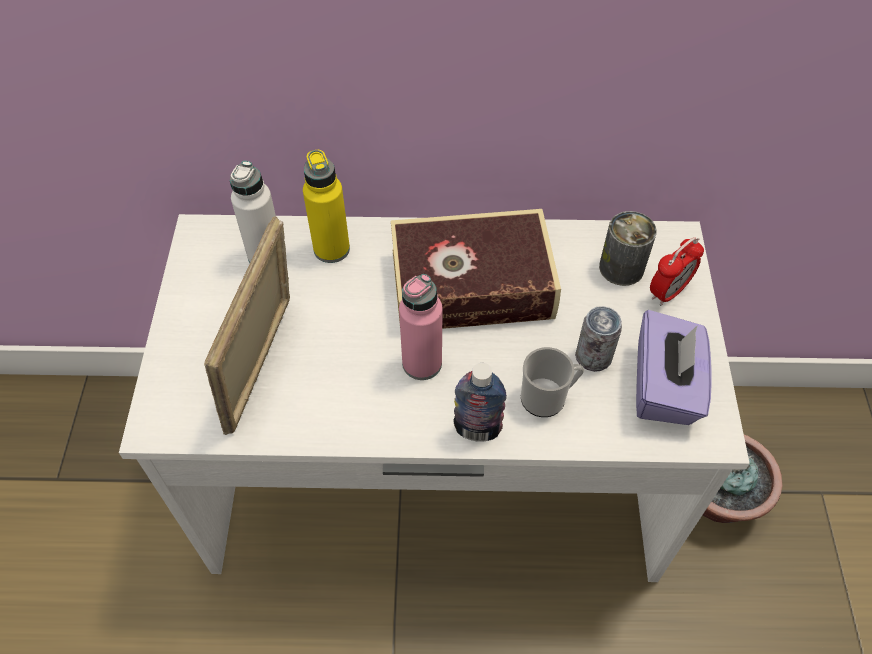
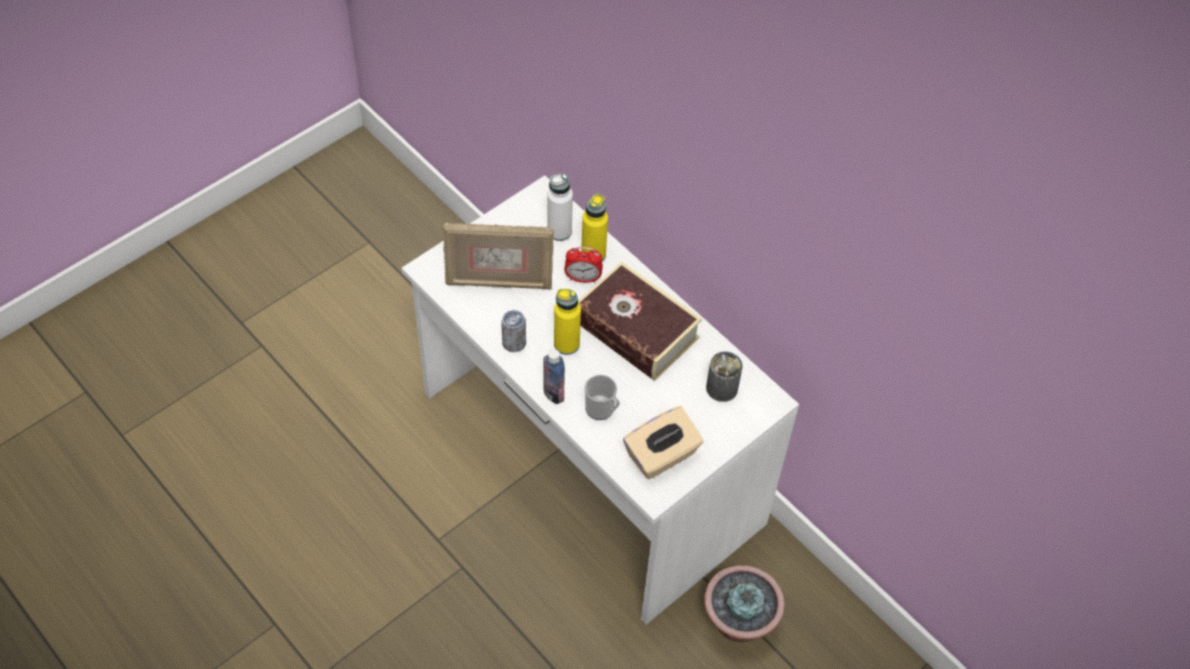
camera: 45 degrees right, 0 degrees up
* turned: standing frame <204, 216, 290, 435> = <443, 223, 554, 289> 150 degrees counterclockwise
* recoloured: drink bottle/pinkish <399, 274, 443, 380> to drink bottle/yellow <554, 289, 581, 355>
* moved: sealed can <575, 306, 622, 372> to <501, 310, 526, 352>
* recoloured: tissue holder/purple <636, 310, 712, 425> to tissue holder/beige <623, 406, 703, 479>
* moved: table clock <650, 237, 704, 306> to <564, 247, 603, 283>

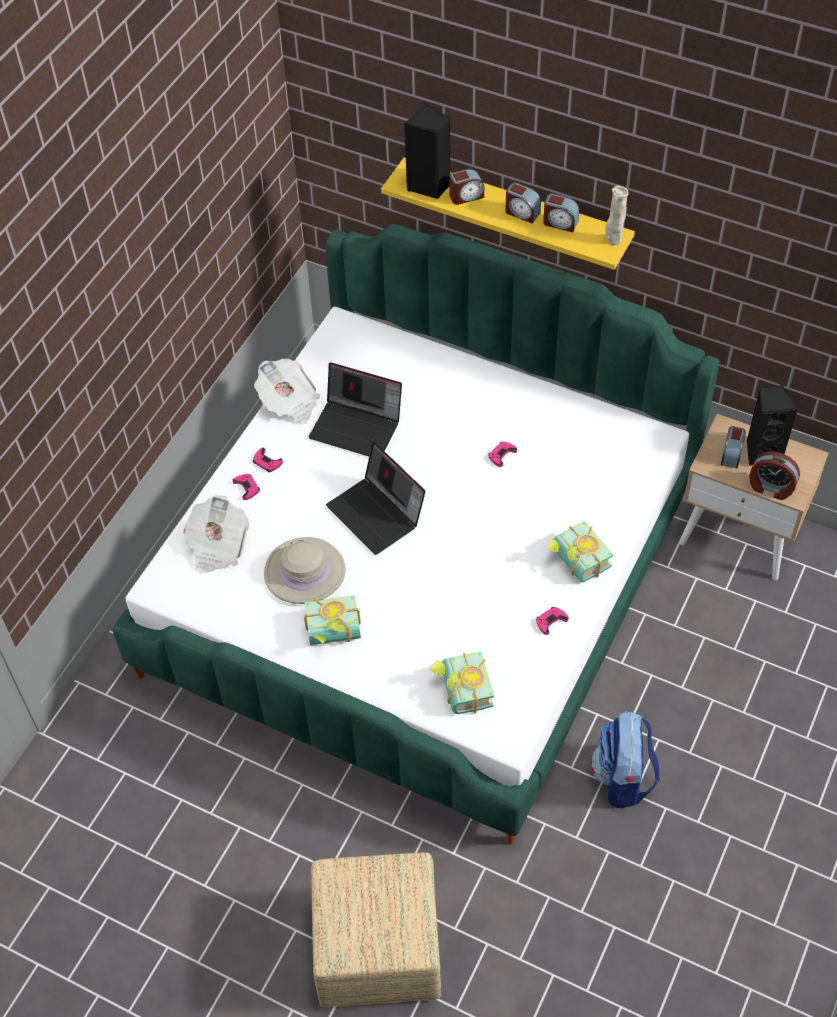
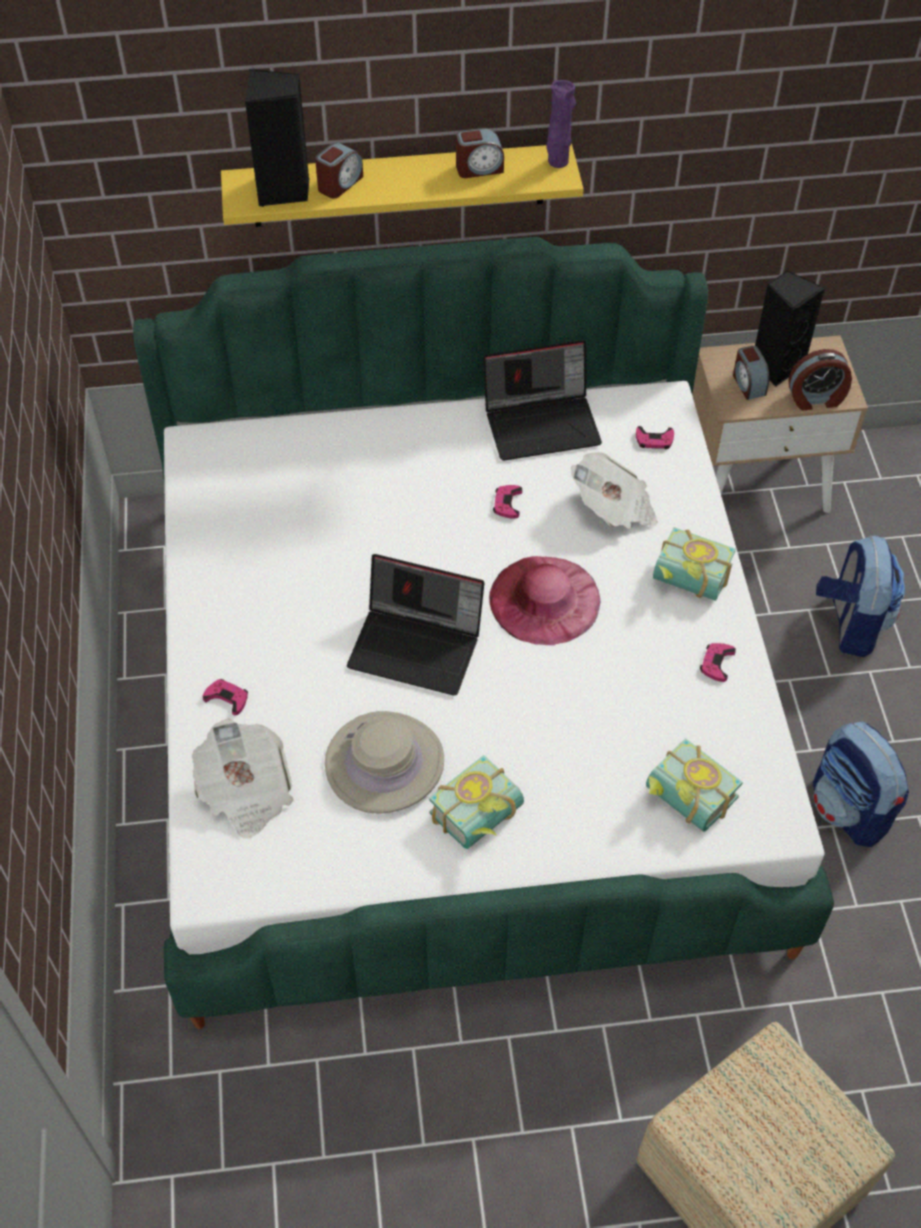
camera: 35 degrees left, 0 degrees up
* moved: gamepad/pinkish <253, 448, 283, 472> to <636, 426, 674, 449>
* moved: printed paper <254, 359, 321, 424> to <571, 452, 658, 529>
* moved: portable computer <309, 362, 402, 456> to <483, 340, 602, 461>
* removed: table clock <505, 182, 541, 224>
* recoloured: flower vase/beige <605, 186, 629, 245> to flower vase/purple <546, 80, 576, 168>
* added: clothing hat/pinkish <489, 556, 600, 645>
* added: rucksack <816, 535, 905, 658>

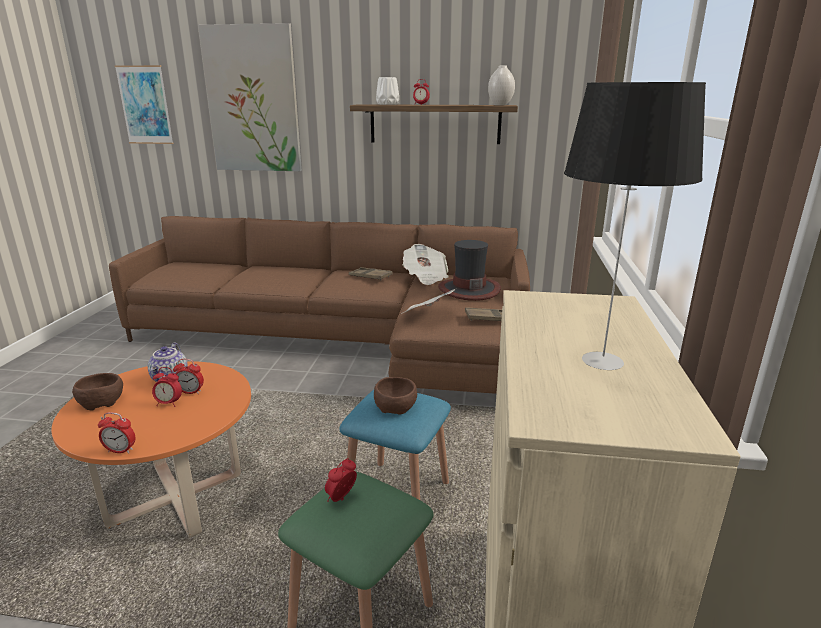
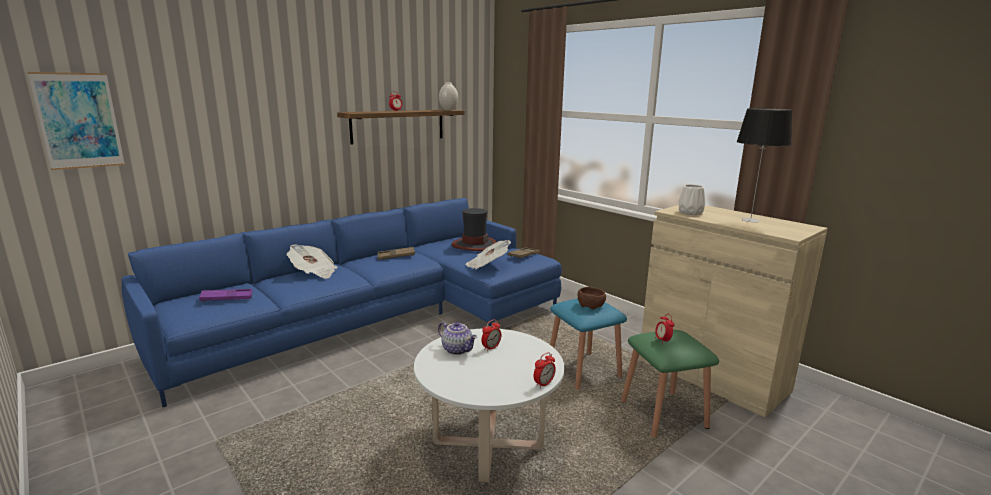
camera: 50 degrees left, 5 degrees down
* recoloured: lounge table/orangey <51, 361, 251, 538> to lounge table/white <414, 329, 564, 483>
* removed: deep dish/brown-coloured <72, 373, 123, 411>
* recoloured: sofa/brown-coloured <109, 216, 530, 394> to sofa/bluish <121, 198, 562, 407>
* removed: table clock <152, 367, 182, 407>
* removed: wall picture <198, 23, 302, 171>
* moved: flower vase/white <376, 77, 399, 105> to <678, 184, 705, 215>
* moved: printed paper <403, 244, 449, 285> to <287, 244, 337, 279>
* added: carrying tray/purple <199, 289, 252, 302>

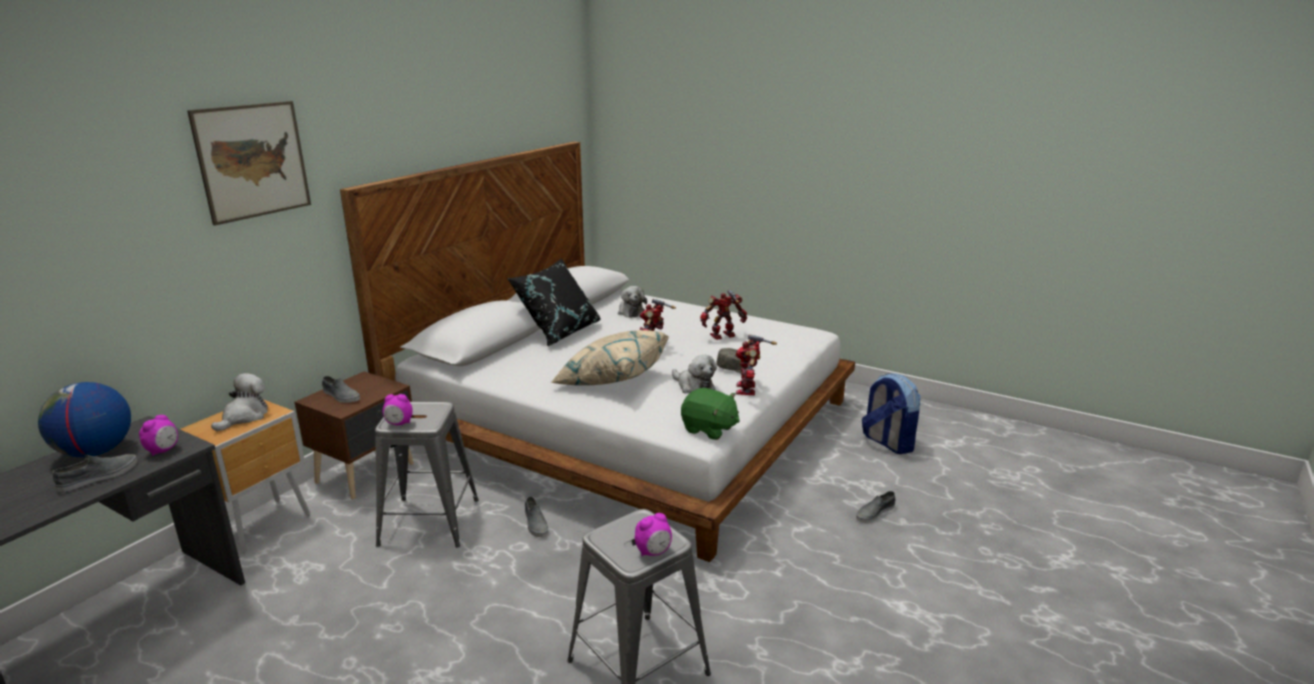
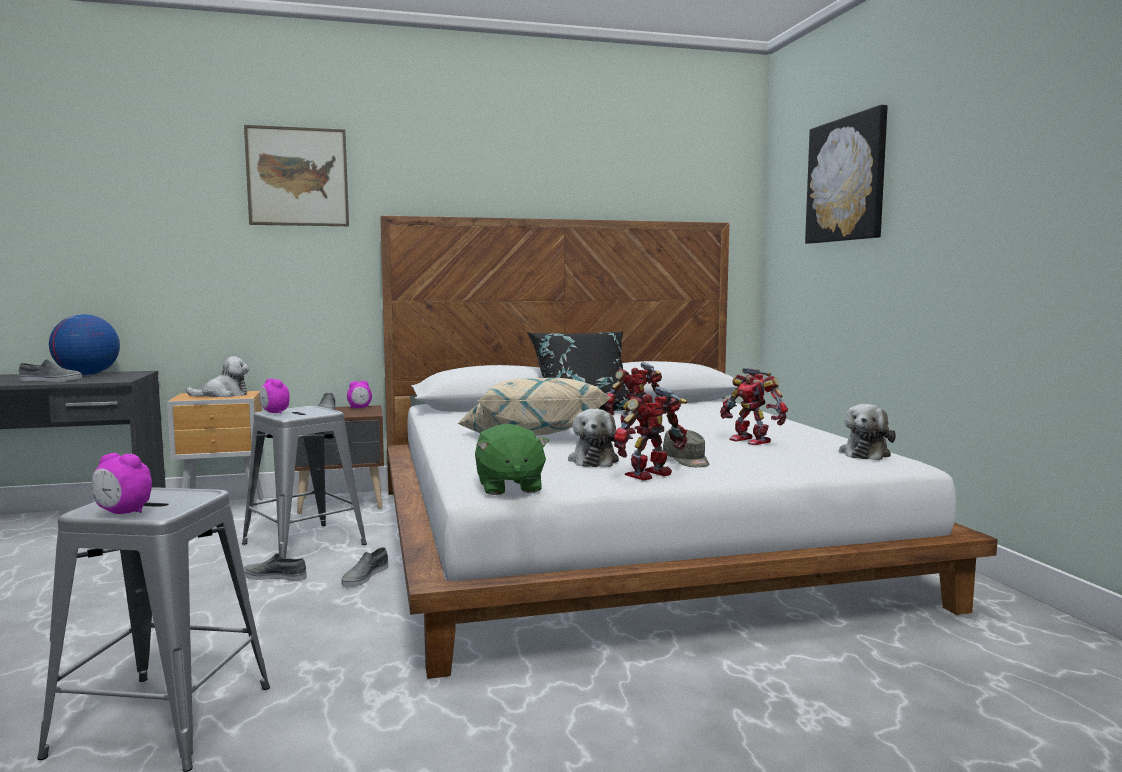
camera: 45 degrees right, 15 degrees down
* moved: table clock <139, 415, 178, 456> to <347, 381, 372, 408>
* moved: plush toy <618, 286, 647, 318> to <839, 404, 896, 460>
* turned: robot figure <700, 290, 747, 340> = <720, 368, 788, 445> 150 degrees counterclockwise
* moved: shoe/greyish <856, 491, 895, 523> to <243, 553, 306, 581>
* removed: rucksack <862, 373, 921, 454>
* added: wall picture <805, 105, 888, 244>

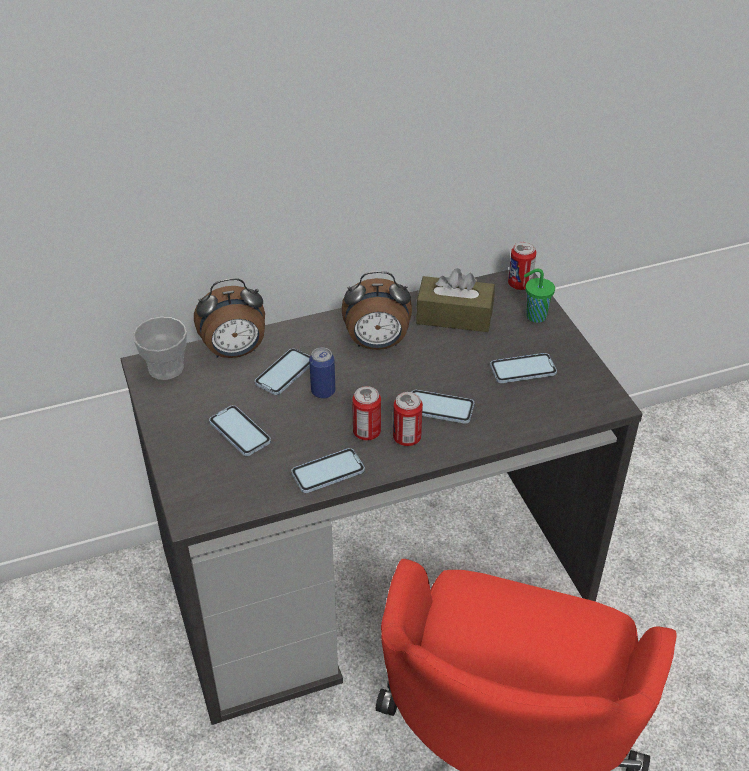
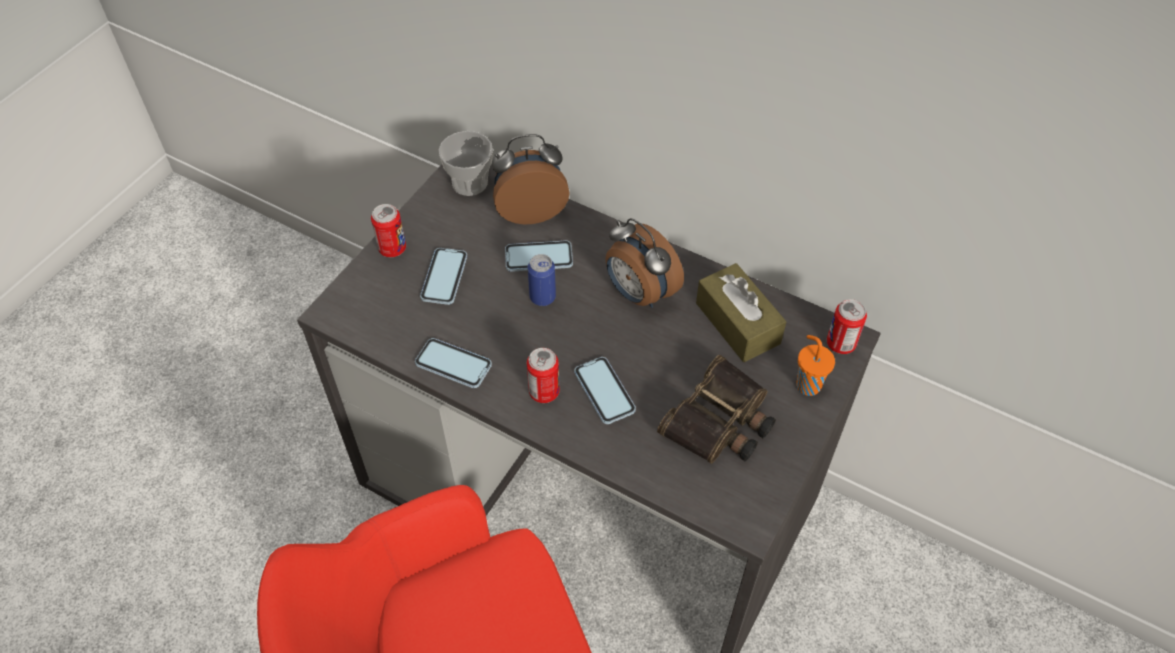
camera: 50 degrees right, 10 degrees up
* turned: table clock <194, 278, 265, 358> = <492, 134, 570, 225> 135 degrees clockwise
* moved: sealed can <352, 386, 381, 441> to <371, 204, 406, 257>
* replaced: phone <490, 353, 557, 383> to binoculars <657, 355, 776, 464>
* recoloured: cup/green-coloured <524, 269, 555, 323> to cup/orangey <796, 335, 835, 396>

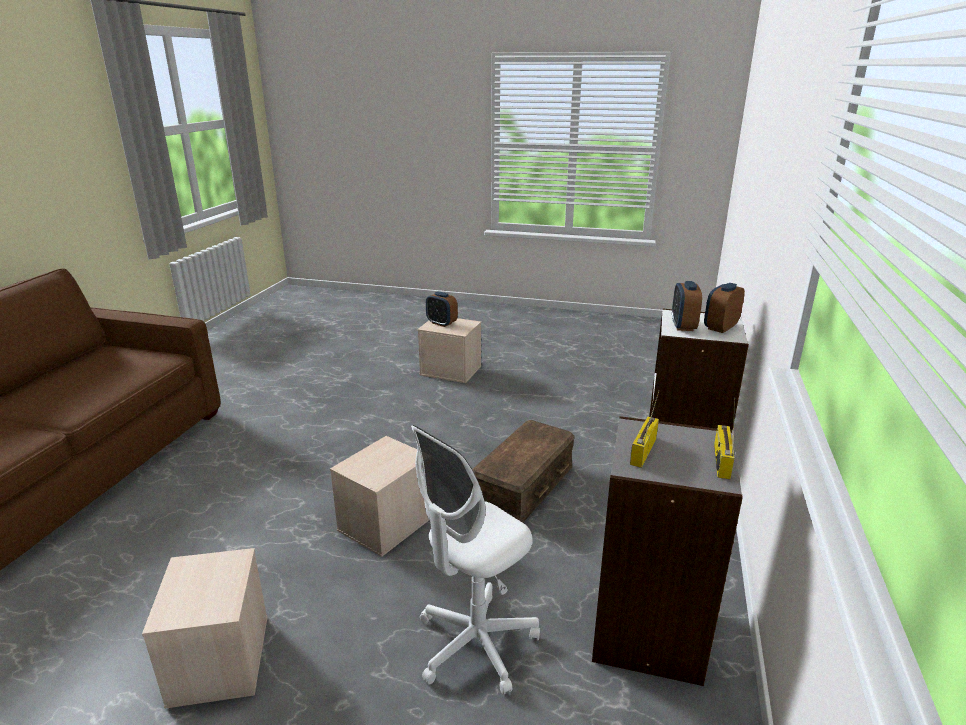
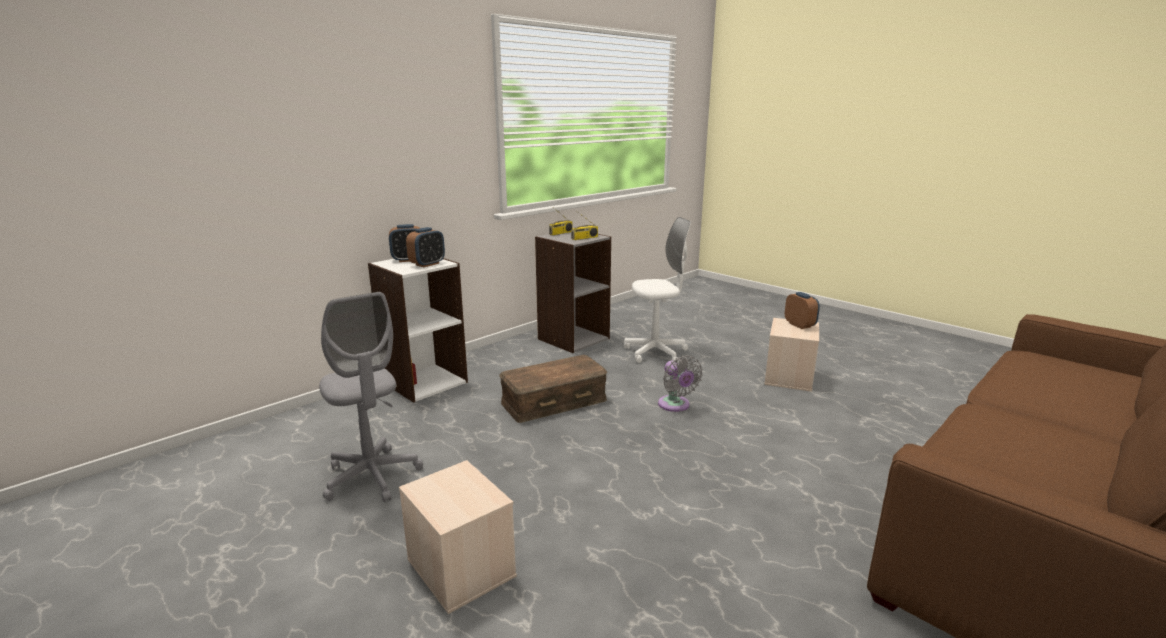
camera: 150 degrees left, 5 degrees down
* replaced: storage box/beige <330, 436, 429, 557> to electric fan/greyish <658, 355, 703, 412>
* moved: table clock <426, 292, 458, 327> to <785, 292, 820, 329>
* added: office chair/greyish <319, 292, 423, 502>

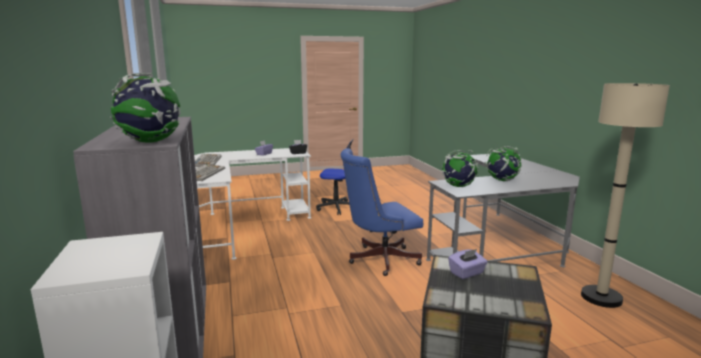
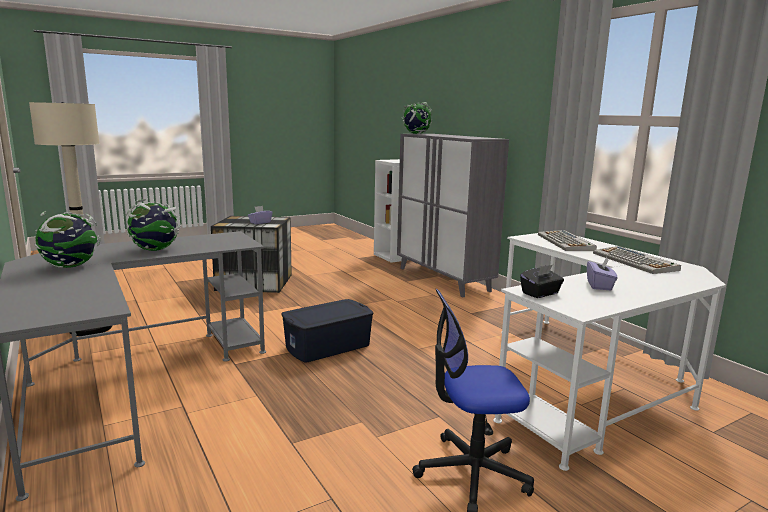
camera: 165 degrees right, 0 degrees up
* replaced: office chair/bluish <340, 148, 423, 276> to storage box/bluish <281, 299, 374, 363>
* moved: desk globe <442, 150, 478, 187> to <35, 211, 101, 268>

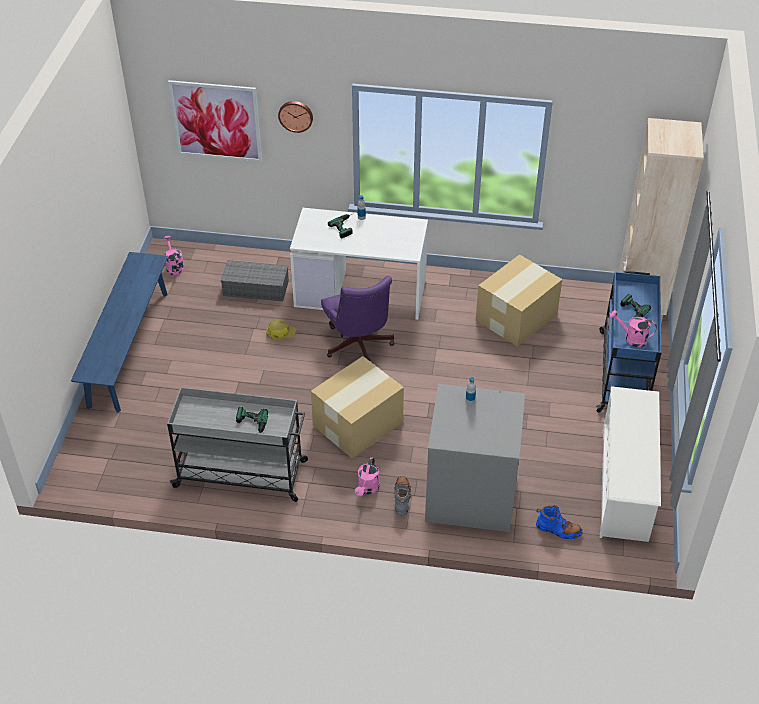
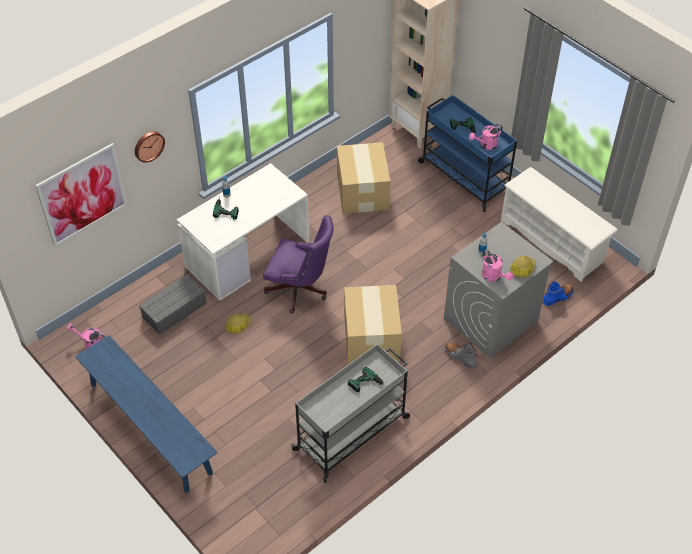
camera: 50 degrees left, 5 degrees up
* moved: watering pot/pinkish <355, 457, 379, 496> to <482, 250, 513, 282>
* added: safety helmet <510, 256, 536, 278>

